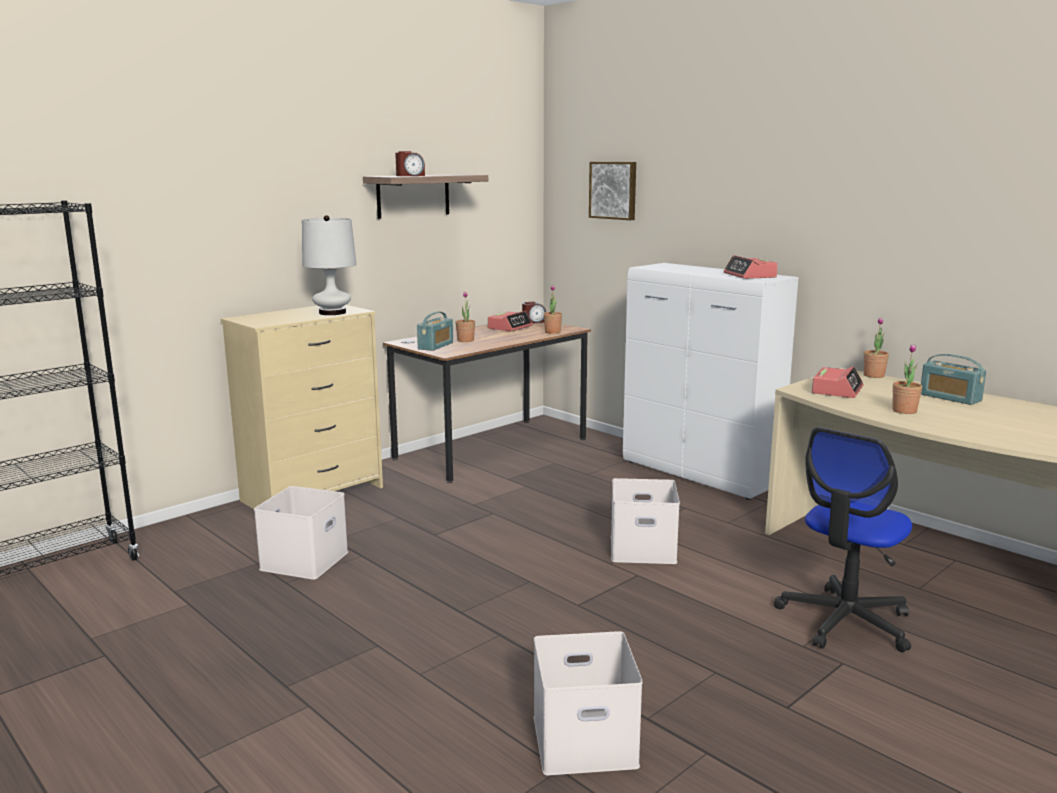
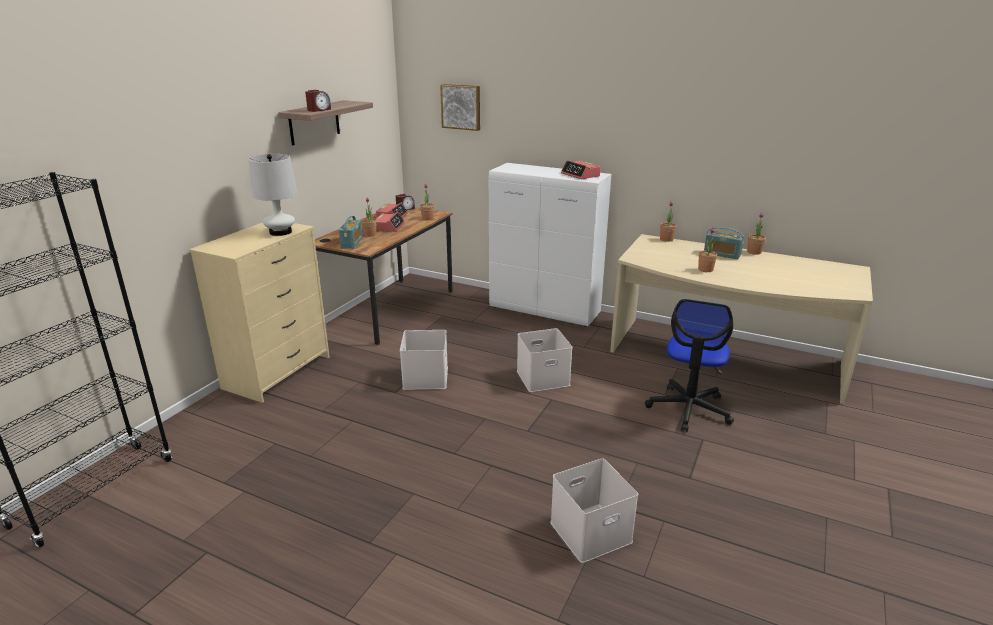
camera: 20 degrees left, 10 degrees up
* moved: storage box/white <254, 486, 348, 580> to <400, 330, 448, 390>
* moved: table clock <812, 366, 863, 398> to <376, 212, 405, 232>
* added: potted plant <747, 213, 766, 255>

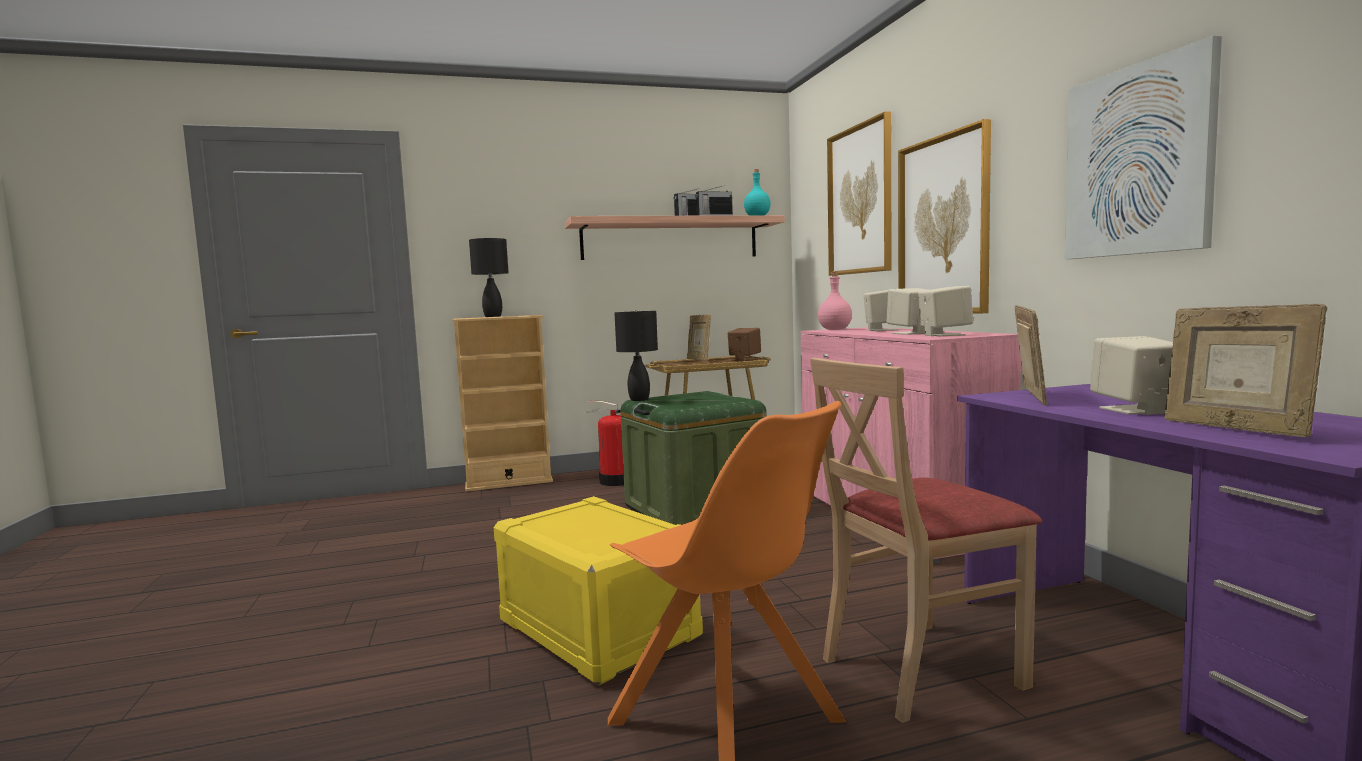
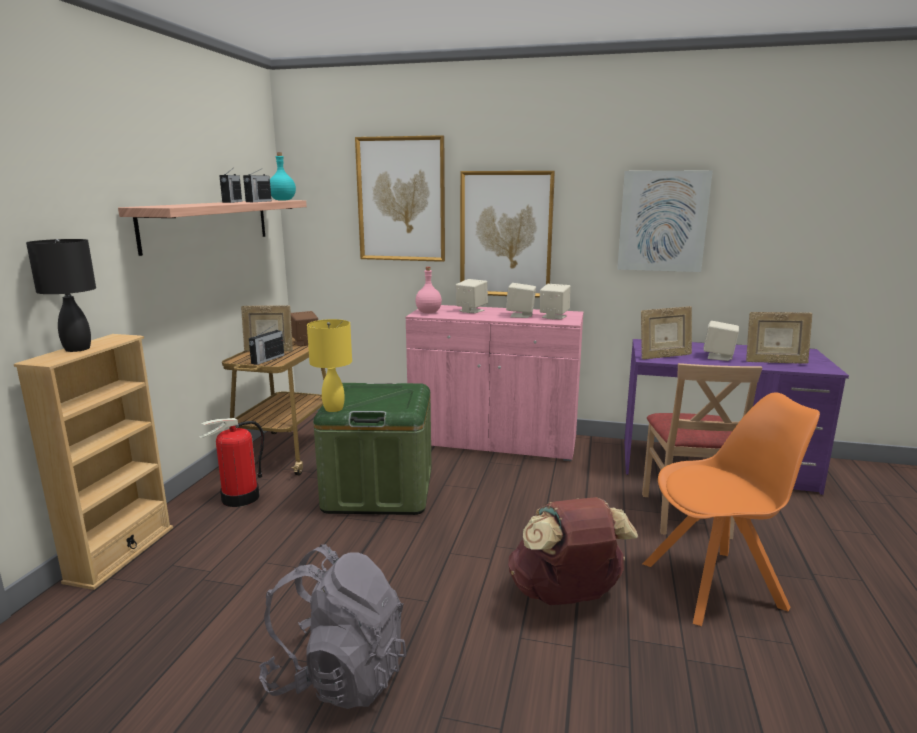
camera: 60 degrees left, 10 degrees up
* replaced: storage box/yellow <494, 496, 703, 686> to rucksack/brown-coloured <508, 497, 638, 605>
* recoloured: lamp for a table/black <614, 310, 658, 401> to lamp for a table/yellow <307, 319, 352, 412>
* turned: standing frame <1014, 305, 1047, 405> = <641, 306, 692, 359> 120 degrees clockwise
* added: radio set <249, 326, 284, 365>
* added: rucksack/greyish <259, 544, 406, 709>

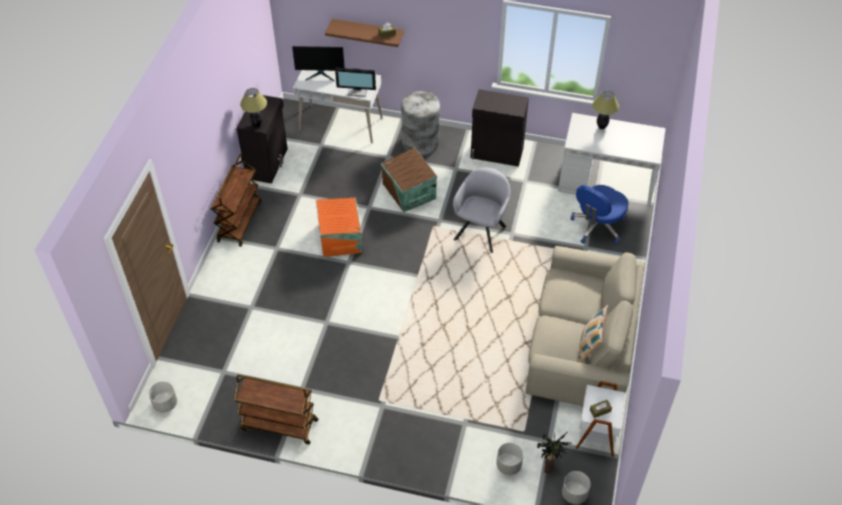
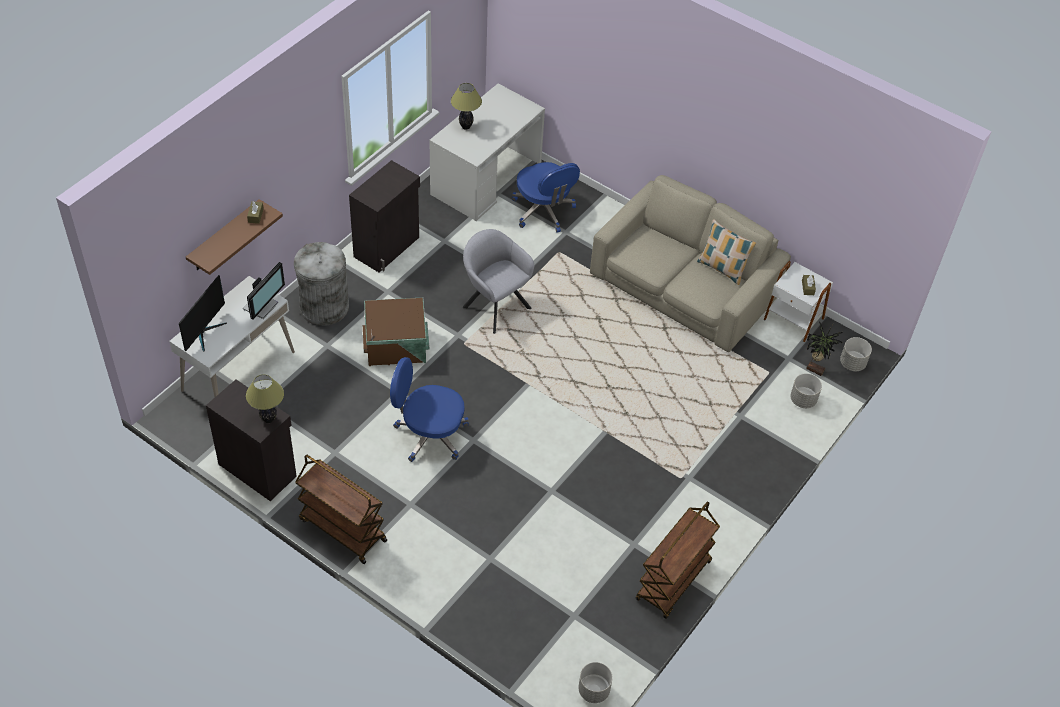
camera: 70 degrees left, 0 degrees up
* replaced: storage box/orangey <316, 198, 362, 258> to office chair/bluish <390, 357, 469, 462>

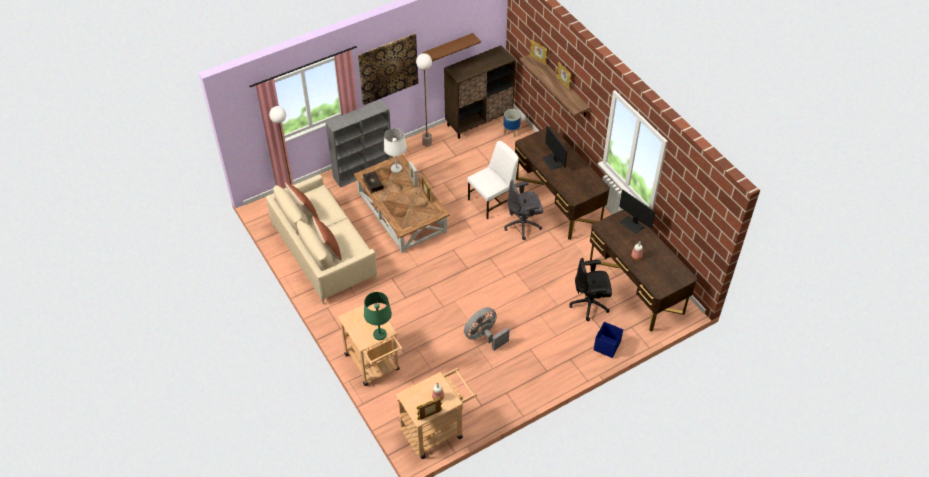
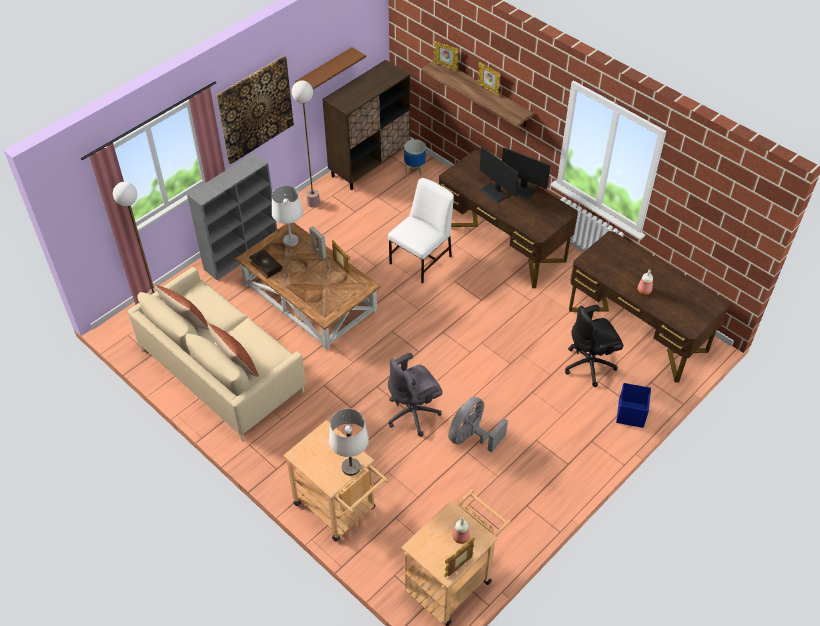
camera: 15 degrees left, 0 degrees up
* recoloured: lamp for a table/green-coloured <364, 292, 392, 340> to lamp for a table/white <329, 409, 369, 476>
* moved: office chair/greyish <504, 180, 543, 240> to <388, 353, 443, 437>
* moved: monitor <619, 190, 655, 234> to <502, 147, 550, 200>

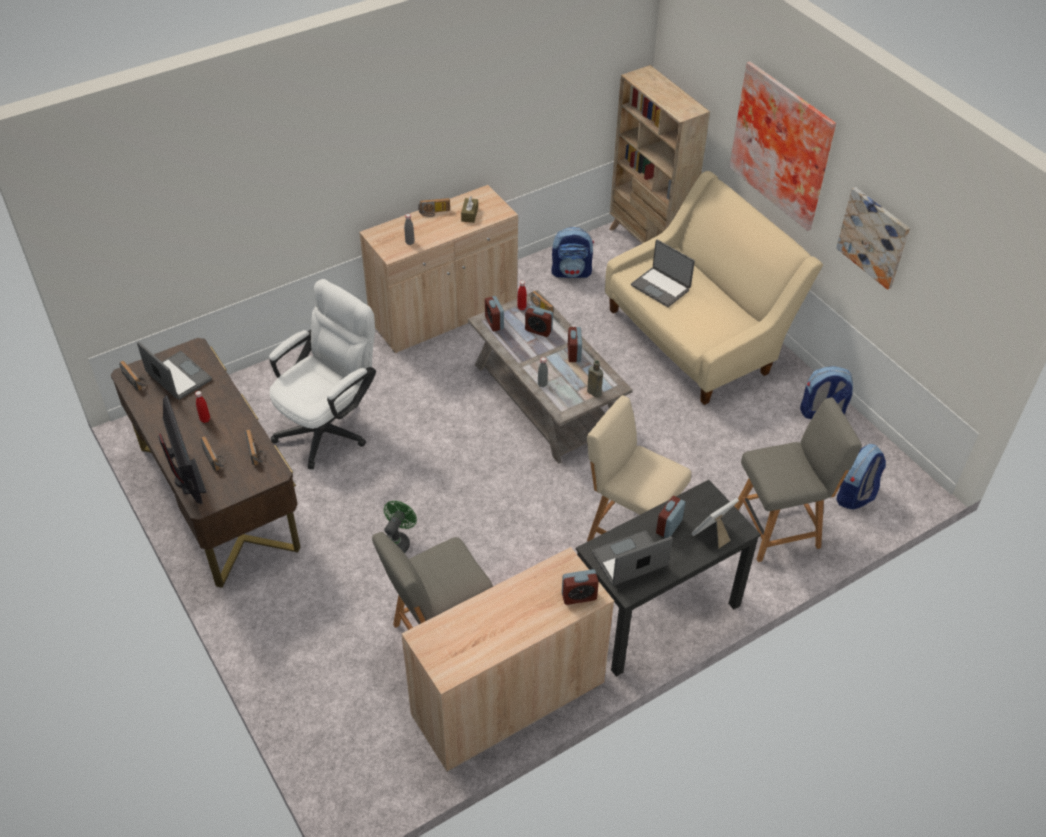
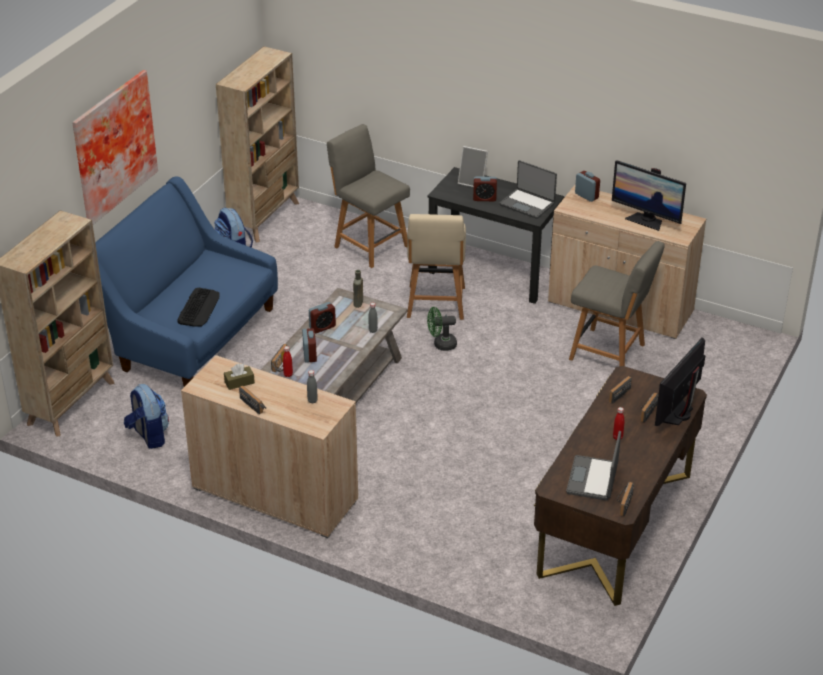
camera: 120 degrees left, 10 degrees down
* removed: office chair/white <269, 279, 376, 469>
* moved: electric fan/green-coloured <384, 501, 417, 553> to <427, 307, 457, 351>
* removed: table clock <485, 296, 504, 331>
* recoloured: sofa/beige <605, 171, 823, 405> to sofa/bluish <95, 176, 278, 387>
* replaced: portable computer <631, 240, 695, 307> to computer keyboard <177, 288, 220, 327>
* removed: wall picture <836, 187, 910, 290>
* removed: rucksack <836, 444, 886, 510>
* added: shelving unit/beige <216, 46, 299, 243>
* added: monitor <612, 161, 686, 231>

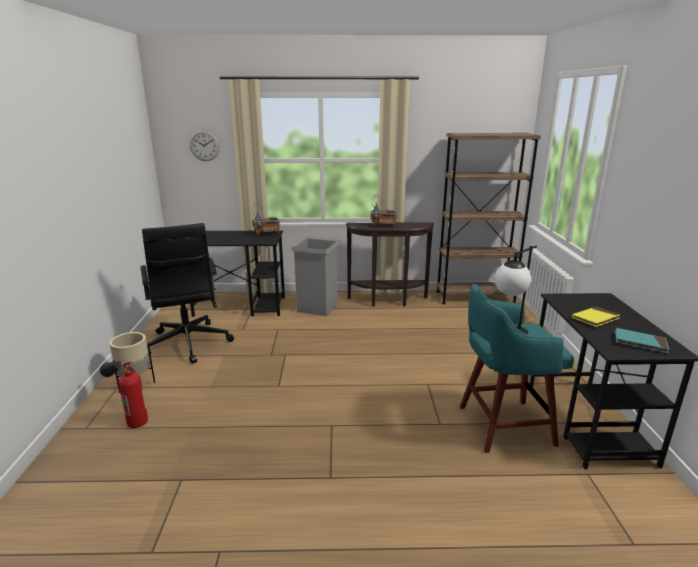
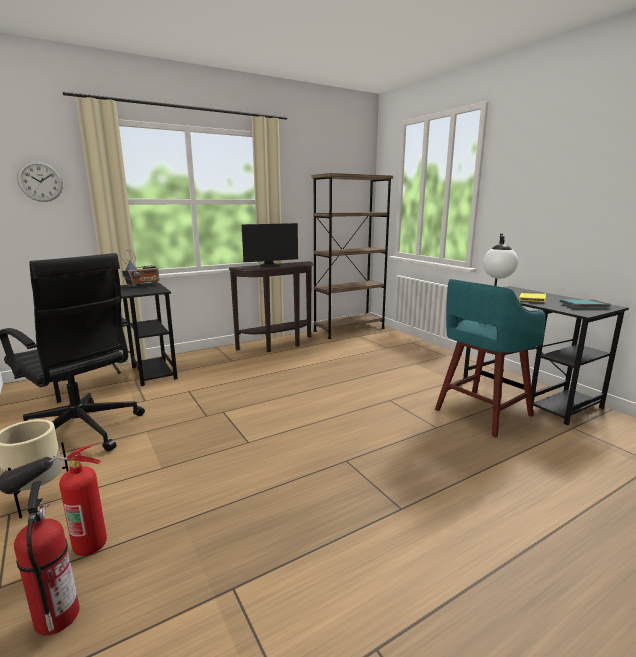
camera: 30 degrees left, 5 degrees down
* removed: rubbish bin/greyish <291, 236, 340, 316>
* replaced: radio set <370, 195, 397, 226> to monitor <242, 223, 298, 267>
* added: fire-fighting cylinder <14, 481, 79, 635>

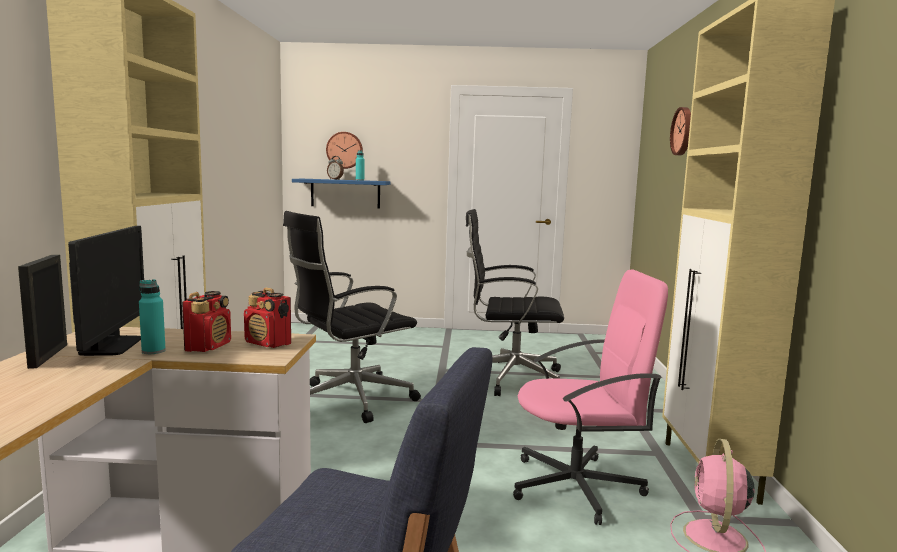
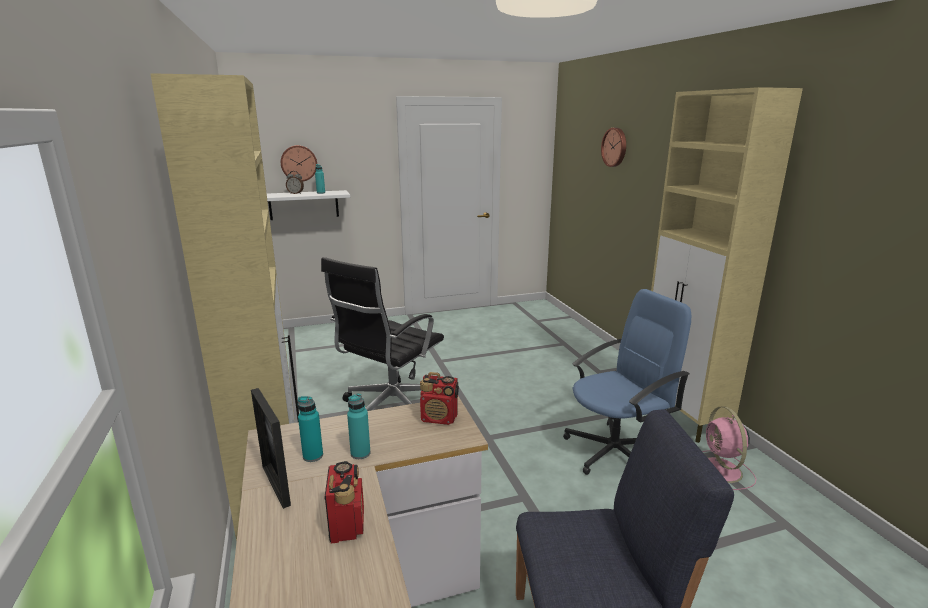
camera: 20 degrees left, 10 degrees up
* replaced: monitor <68, 226, 144, 356> to drink bottle/turquoise <298, 396, 323, 462>
* moved: radio set <182, 291, 231, 352> to <324, 461, 364, 544>
* recoloured: shelf/bluish <292, 179, 390, 209> to shelf/white <267, 190, 350, 220>
* removed: office chair/black <466, 209, 564, 396>
* recoloured: office chair/pinkish <513, 269, 668, 525> to office chair/bluish <563, 289, 691, 475>

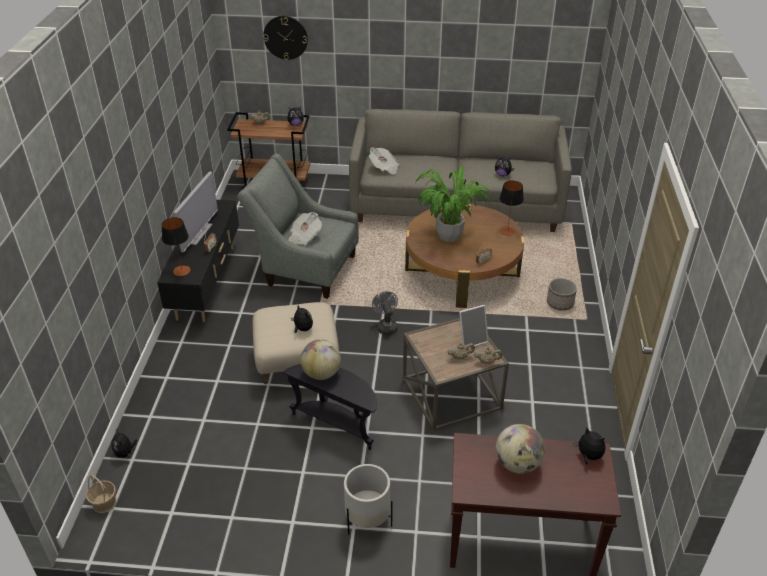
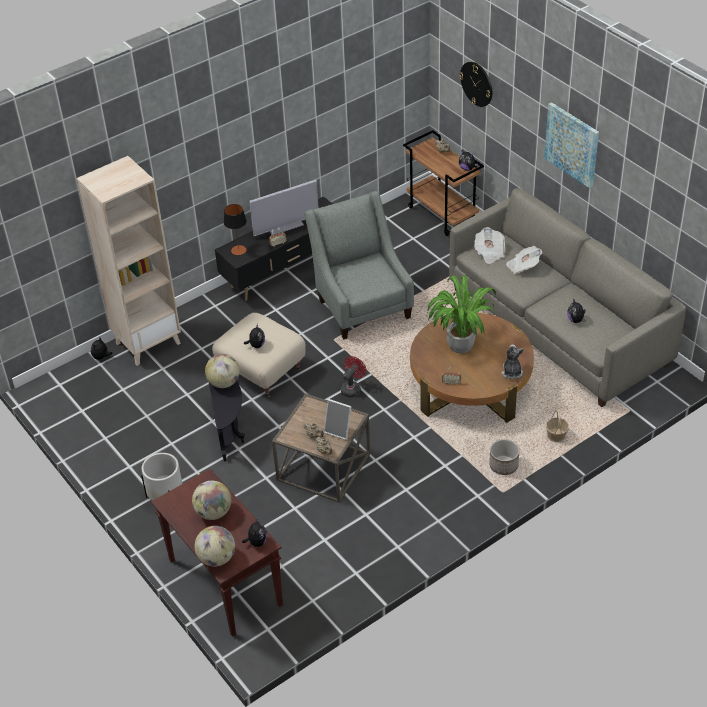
camera: 50 degrees right, 5 degrees up
* moved: storage basket <86, 475, 117, 513> to <546, 410, 569, 442>
* moved: printed paper <288, 212, 322, 245> to <506, 246, 542, 274>
* recoloured: electric fan/greyish <372, 291, 398, 335> to electric fan/red-coloured <341, 356, 367, 397>
* replaced: lamp for a table <500, 181, 524, 235> to plush toy <501, 344, 524, 379>
* added: shelving unit/beige <77, 156, 181, 366>
* added: desk globe <195, 526, 235, 567>
* added: wall picture <544, 102, 599, 189>

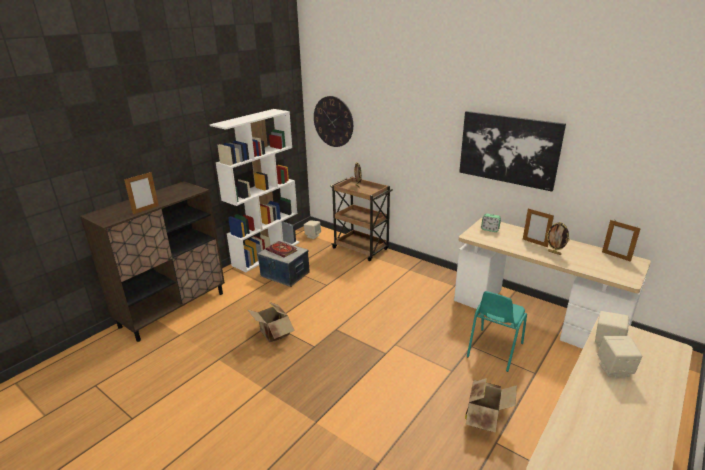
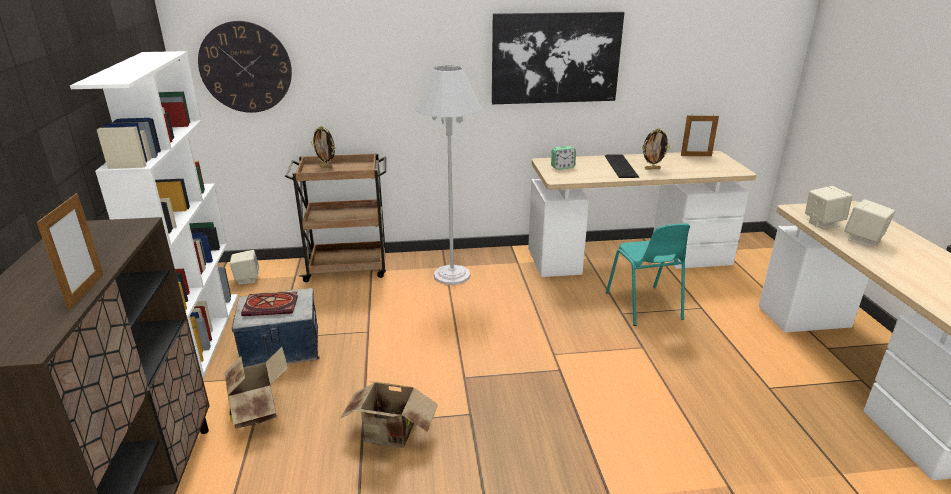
camera: 45 degrees left, 0 degrees up
* moved: packing box <465, 378, 517, 433> to <225, 347, 288, 429>
* replaced: standing frame <523, 209, 554, 247> to computer keyboard <605, 155, 639, 178>
* added: standard lamp/white <415, 66, 482, 285>

